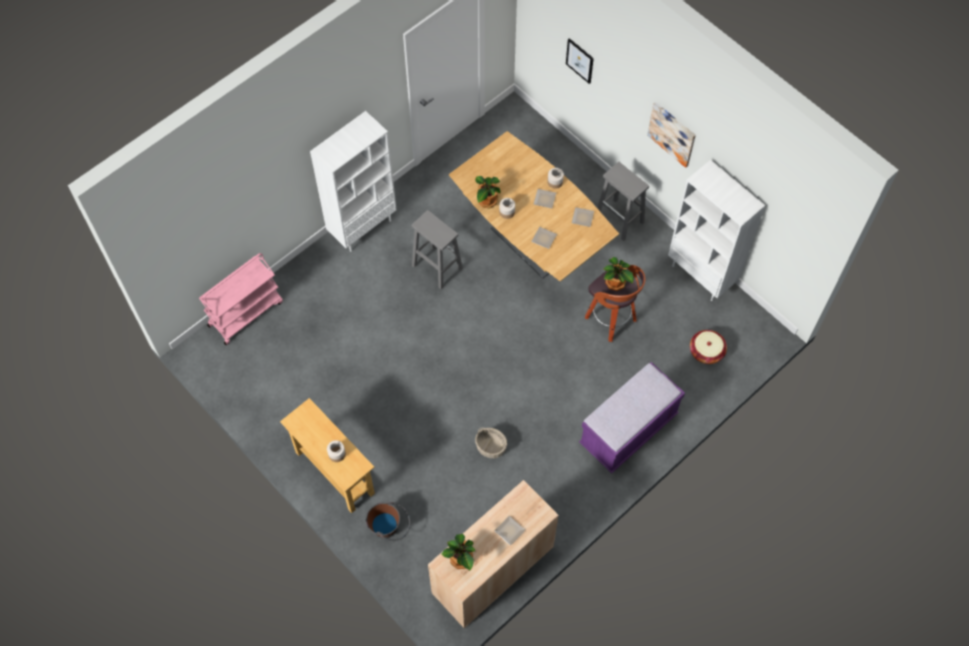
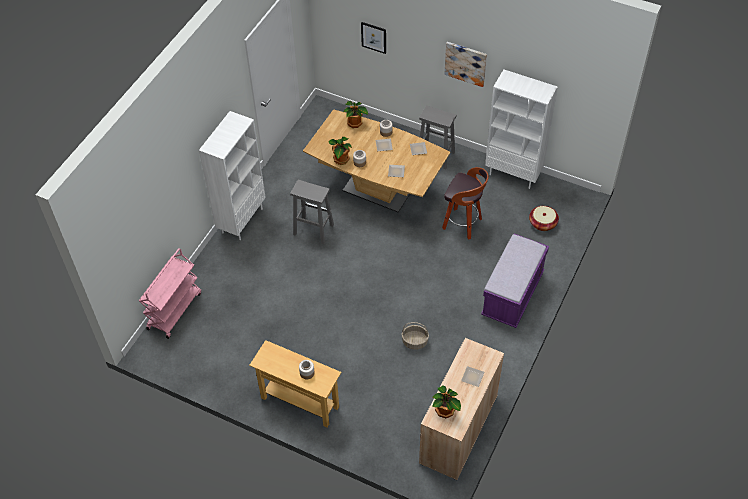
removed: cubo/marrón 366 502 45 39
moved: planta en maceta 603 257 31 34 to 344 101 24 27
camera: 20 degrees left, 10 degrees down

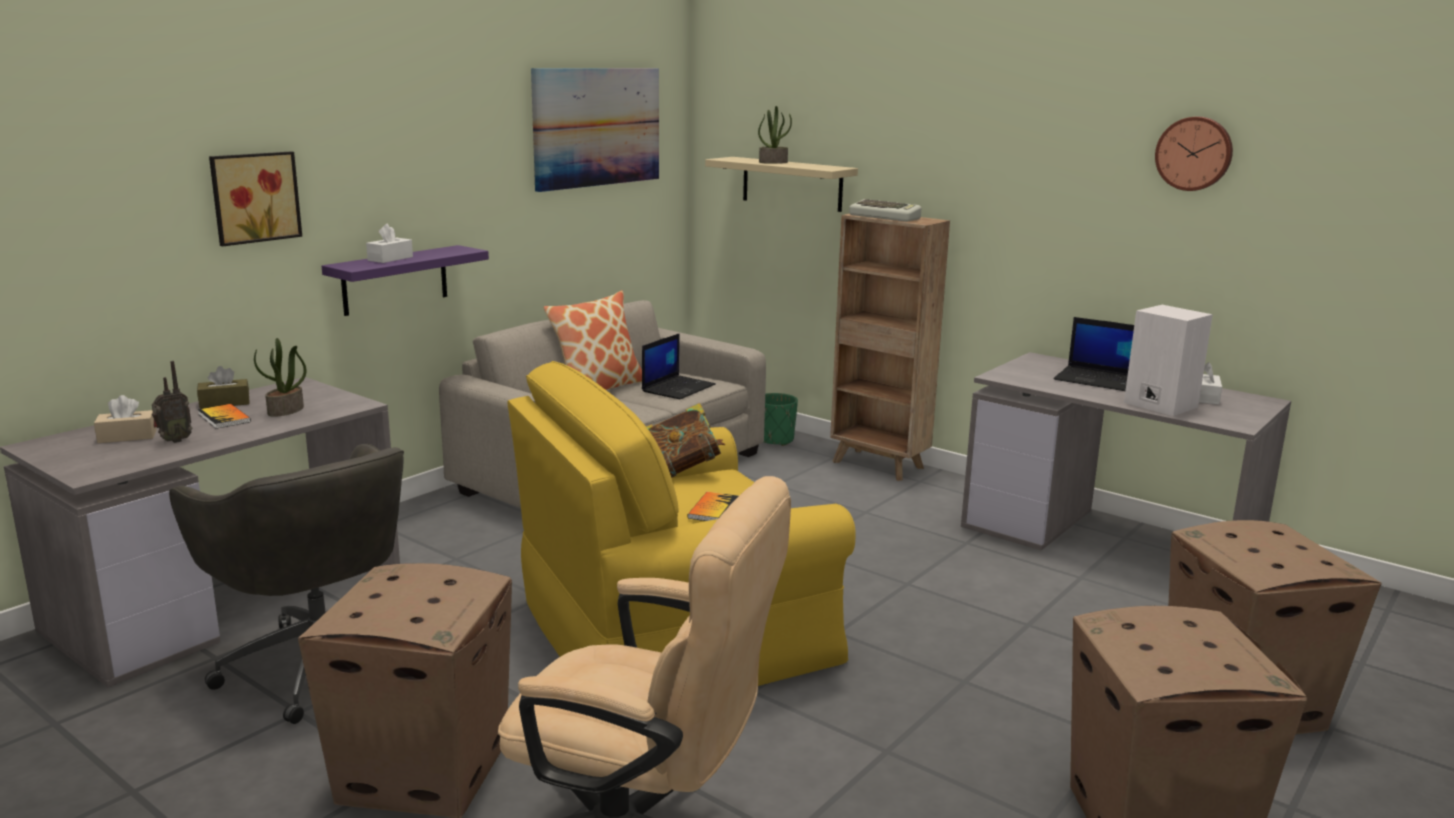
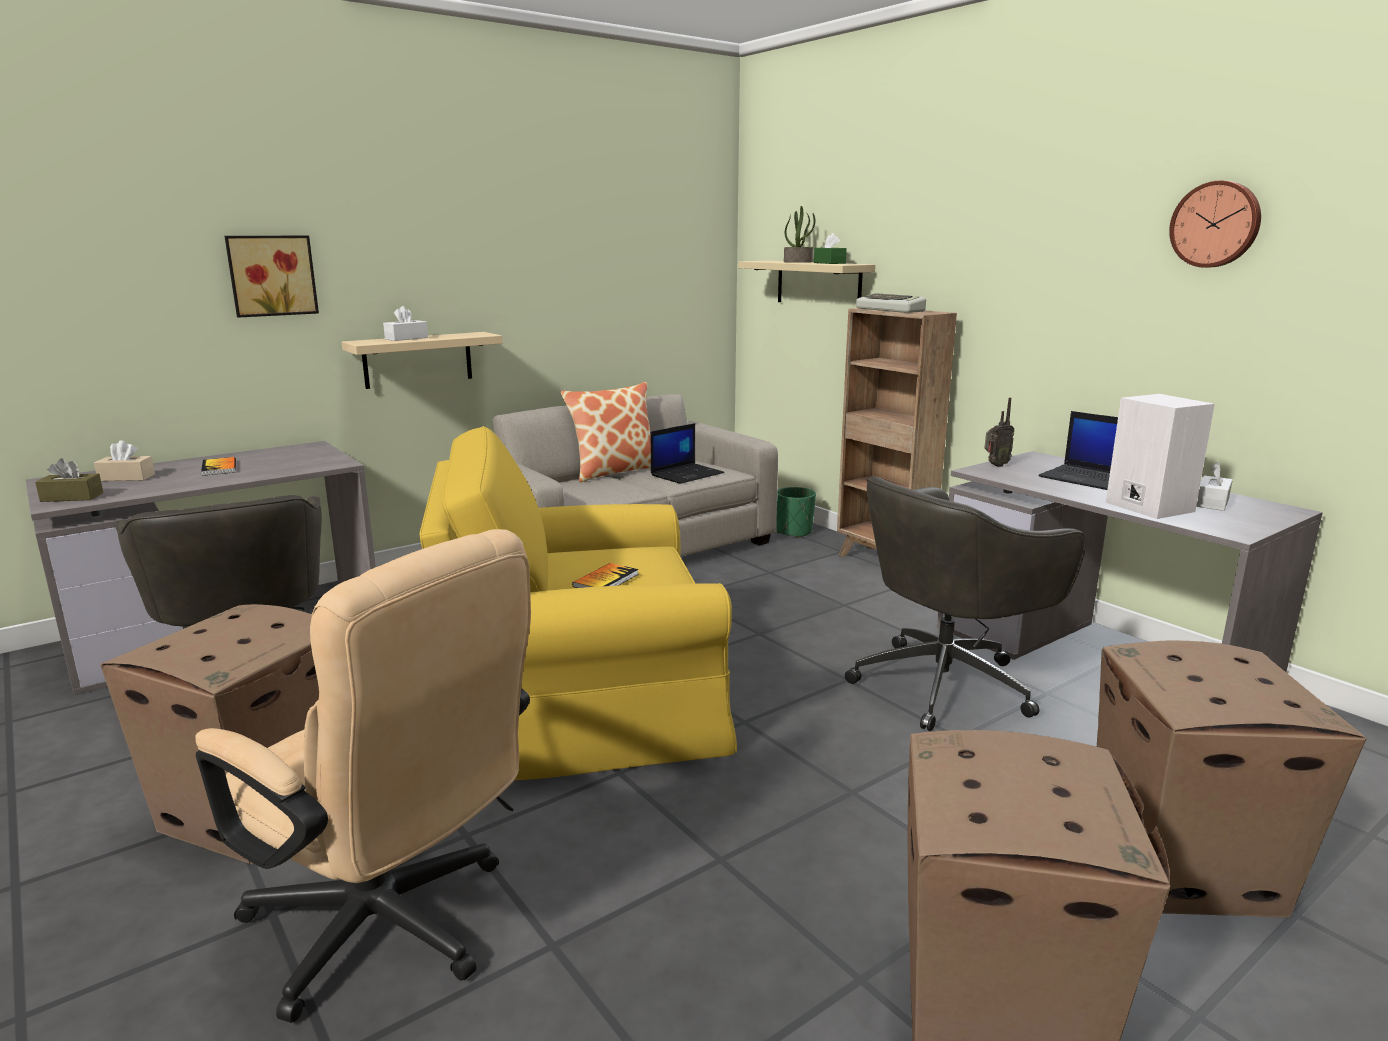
removed: planta en maceta 254 338 53 79; cuadro 531 68 128 124; libro 646 403 80 75
added: caja de pañuelos/verde 814 233 33 31; silla de oficina/gris 845 477 241 254
moved: radio 152 361 41 82 to 985 398 29 69; caja de pañuelos/marrón 197 366 52 43 to 35 458 68 44
recoloured: estante/morado 322 245 167 71 to estante/beis 342 332 161 57
camera: 15 degrees right, 0 degrees up

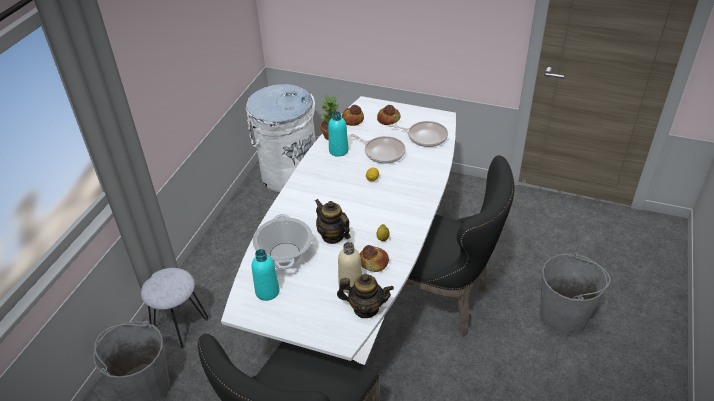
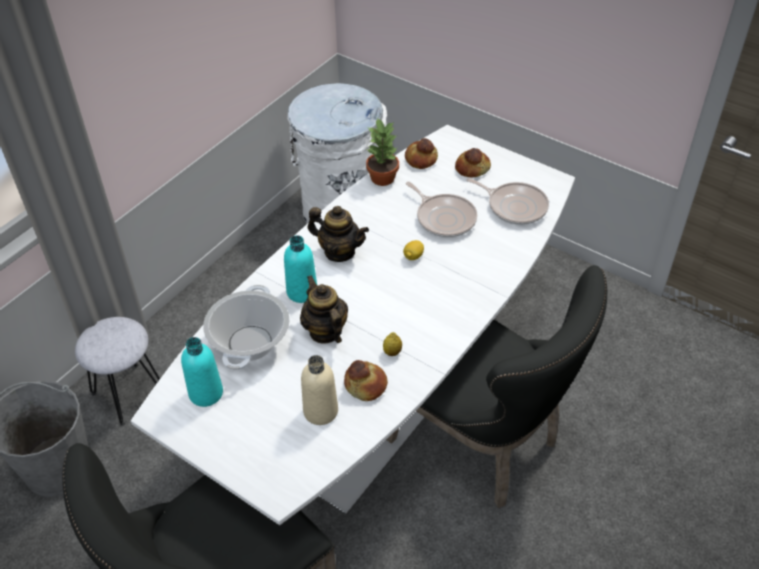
removed: cubo/gris 540 252 71 84
moved: botella/turquesa 328 111 21 46 to 284 235 33 68; tetera 337 274 57 44 to 307 206 62 56
camera: 15 degrees right, 5 degrees up

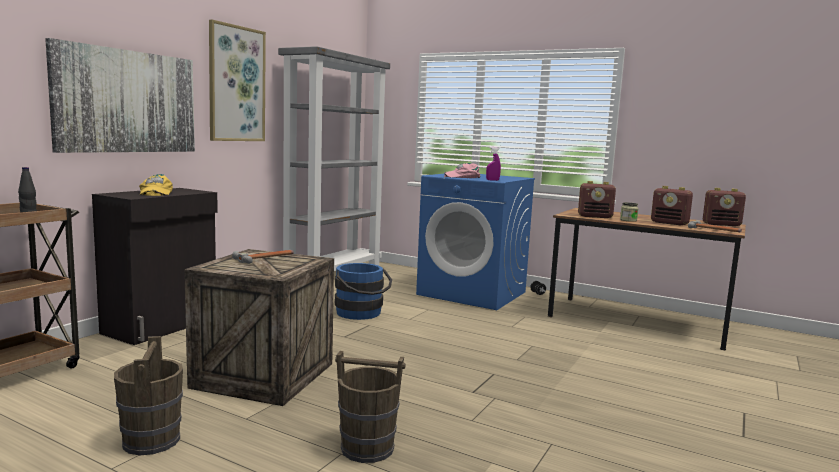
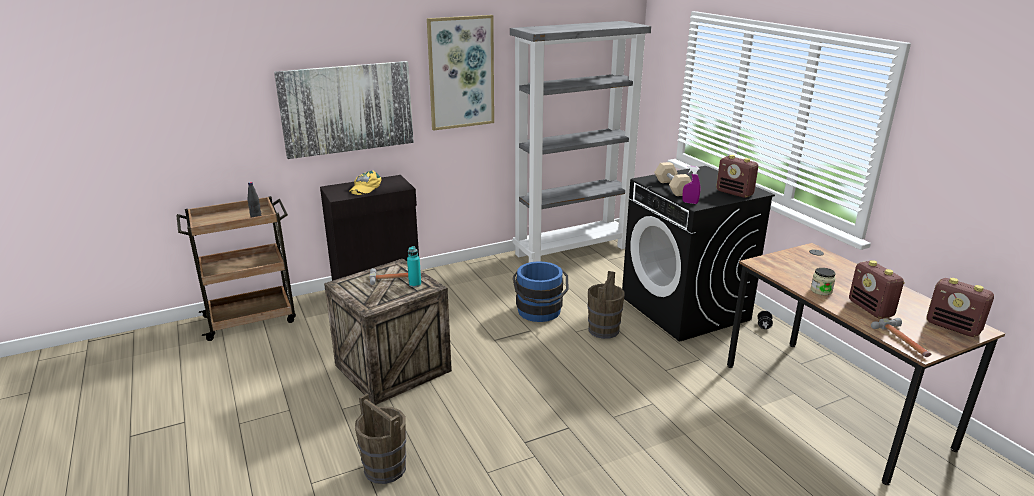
added: botella/turquesa 407 246 14 41
moved: cubo/marrón 114 336 69 119 to 588 271 37 68; radio 578 181 38 37 to 716 155 42 43
replaced: gorra/rosa 444 163 36 15 to mancuerna/beis 654 162 37 34
recoloured: lavadora/azul 416 174 119 136 to lavadora/negro 622 166 153 176
camera: 35 degrees right, 15 degrees up

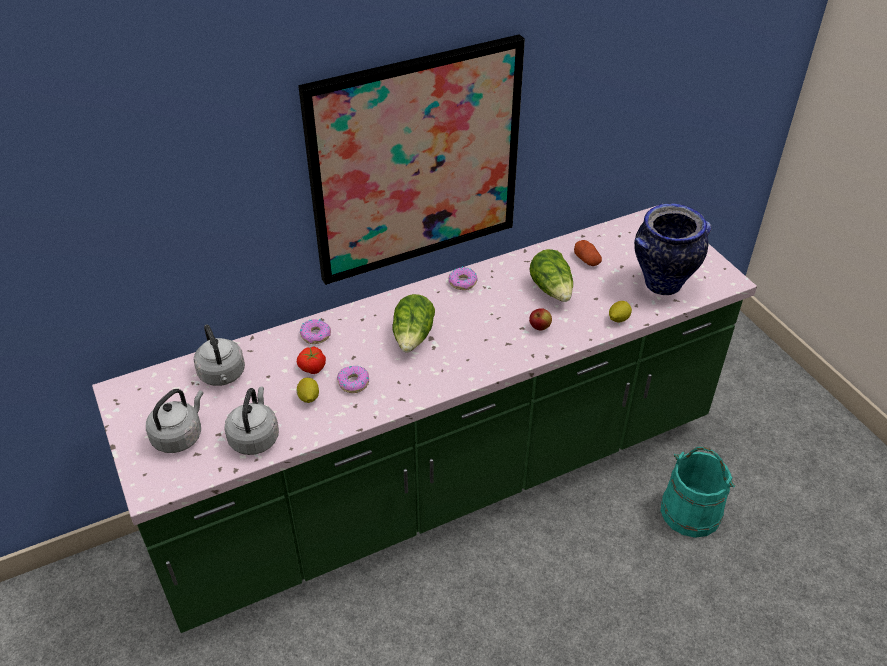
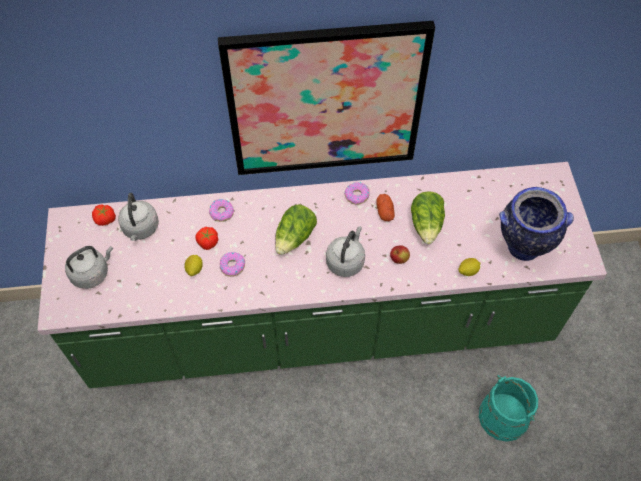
added: tomate 92 204 24 22
moved: hervidor/gris 224 387 55 68 to 326 226 39 51; patata 574 240 28 26 to 376 194 19 27
camera: 20 degrees right, 15 degrees up

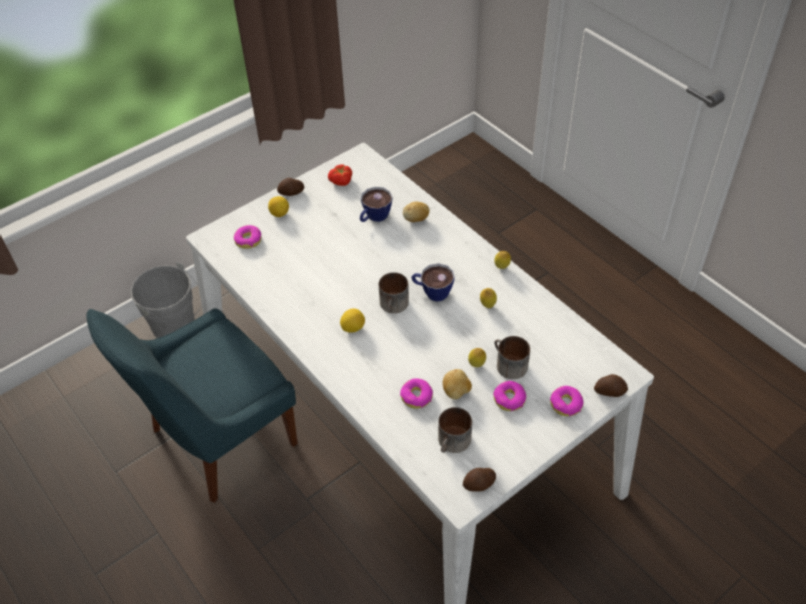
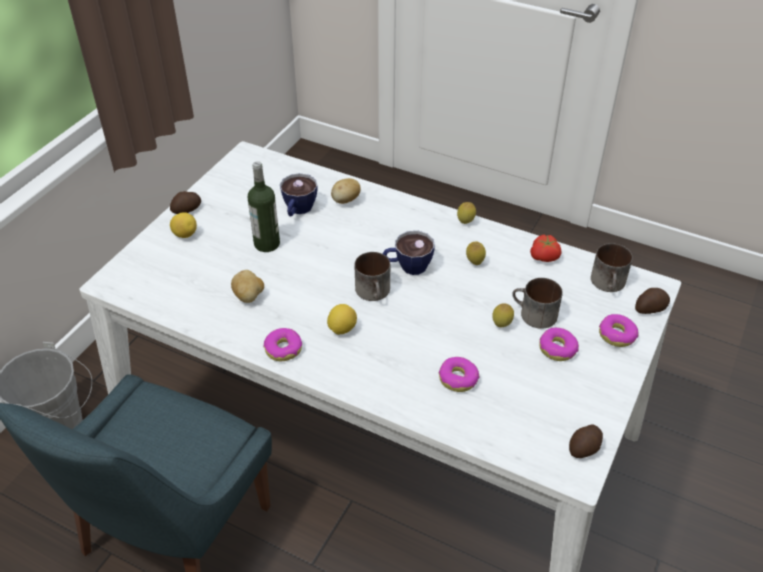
added: botella 248 161 32 91
moved: rosquilla 234 225 27 24 to 264 328 38 33; tomate 328 164 24 22 to 530 235 31 27; taza grande 438 407 34 46 to 591 243 42 49; patata 443 369 29 30 to 231 270 33 33
camera: 25 degrees left, 5 degrees down

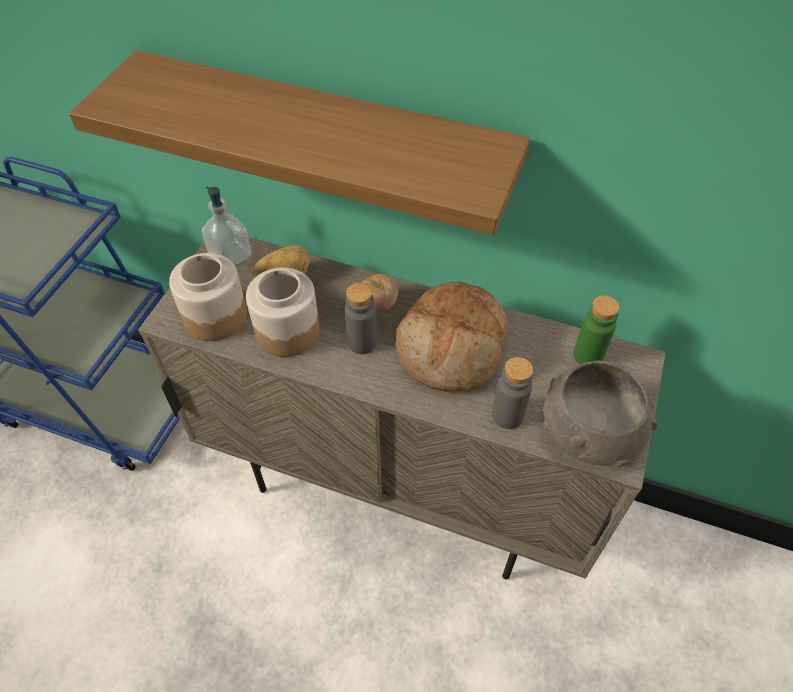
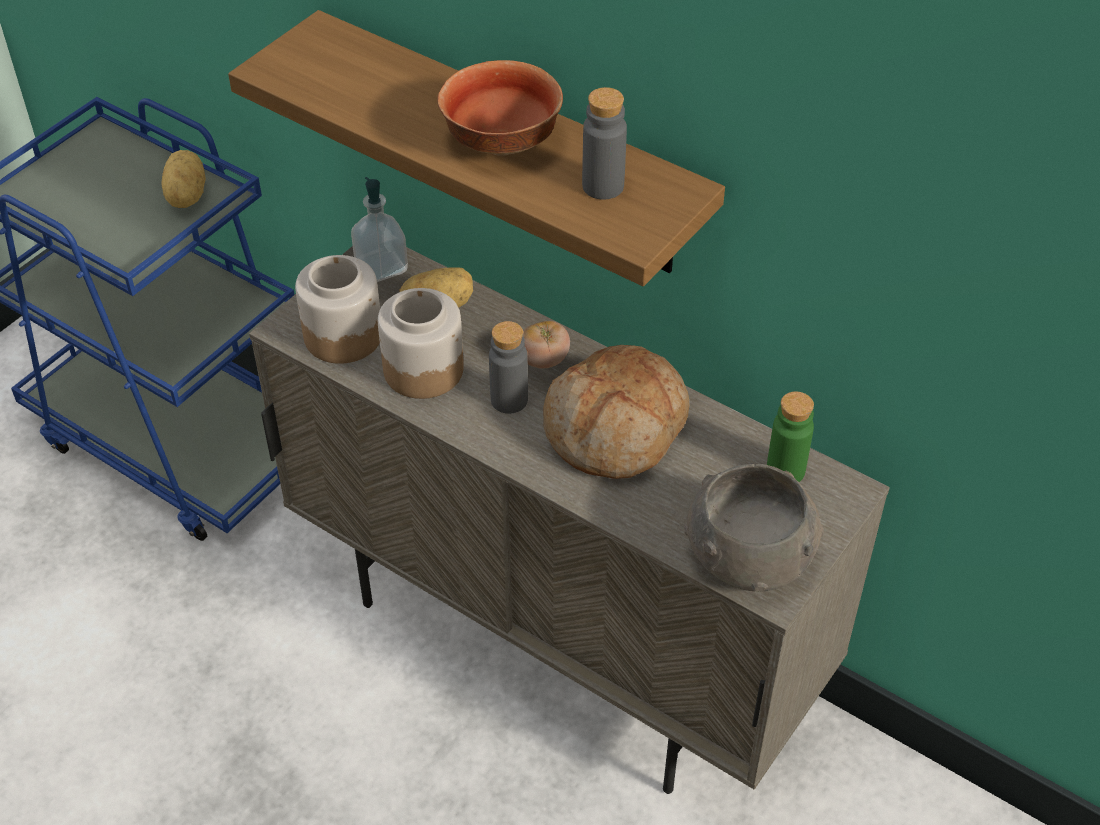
added: patata 161 150 45 58; cuenco 437 60 126 96
moved: botella/gris 492 357 41 72 to 582 87 45 113
camera: 15 degrees right, 5 degrees down

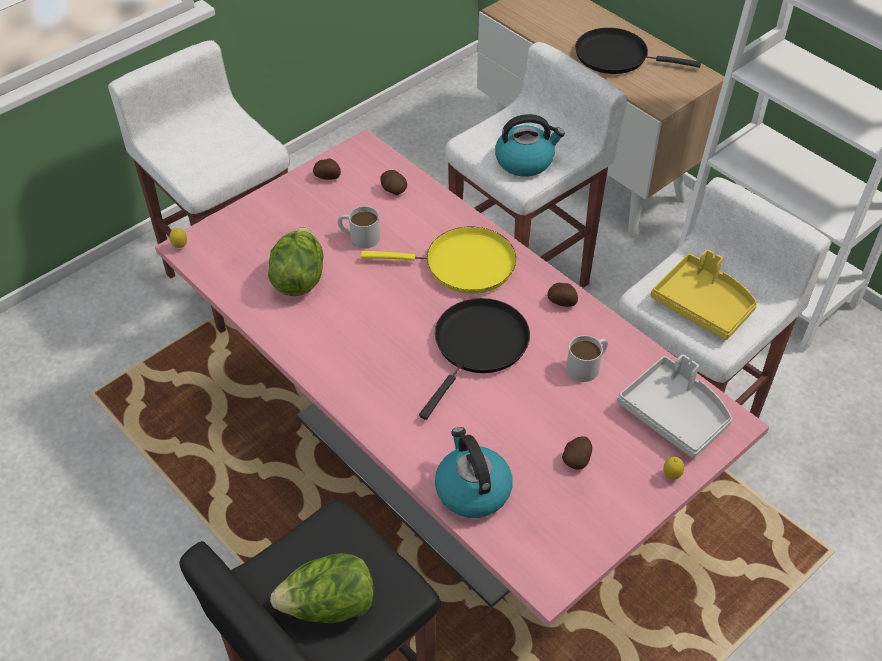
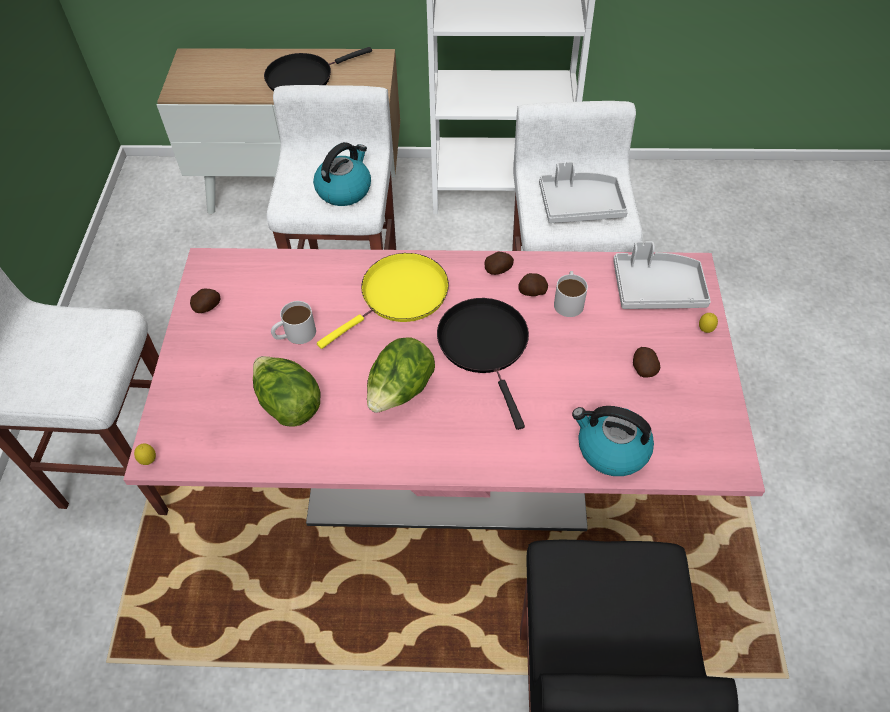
moved: lechuga 270 553 103 71 to 367 337 68 76; patata 380 170 27 25 to 519 273 29 23
recoloured: bandeja/amarillo 650 250 107 90 to bandeja/gris 539 161 89 62
camera: 45 degrees left, 5 degrees up

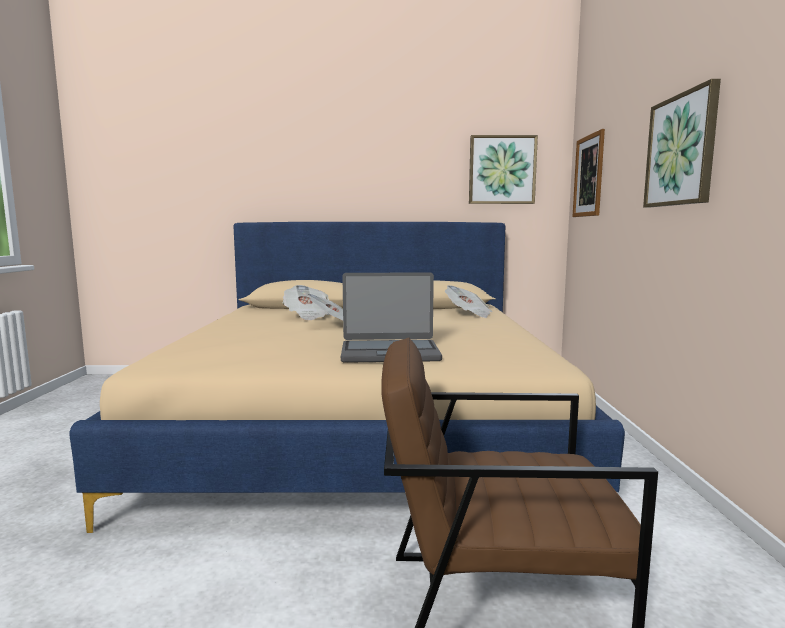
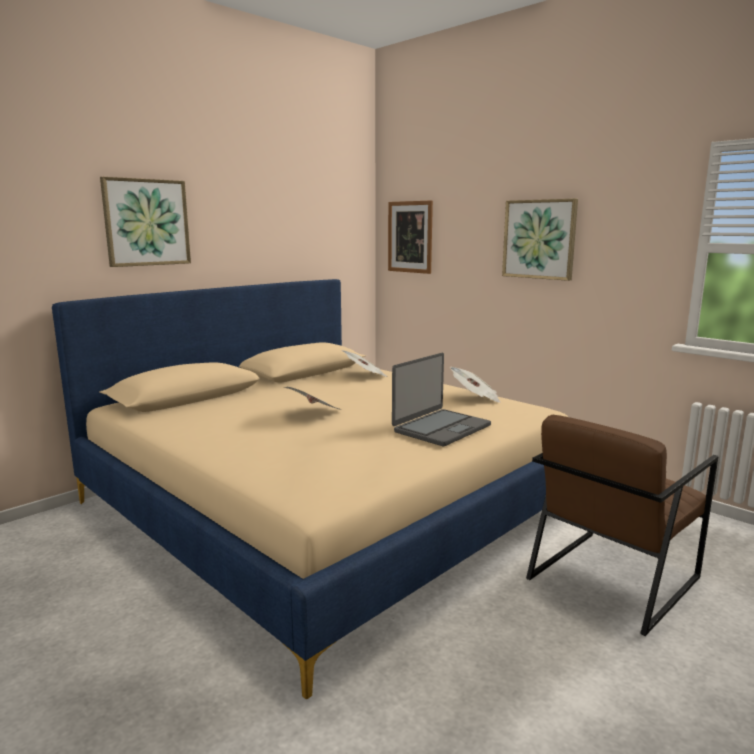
moved: periódico 282 285 47 35 to 450 367 51 36; cuadro 469 135 69 69 to 100 177 91 90
camera: 45 degrees left, 5 degrees up

